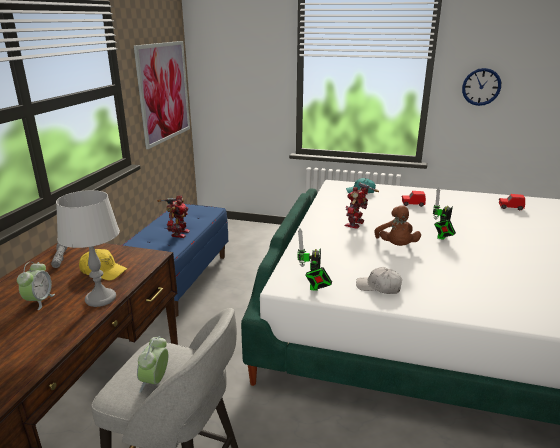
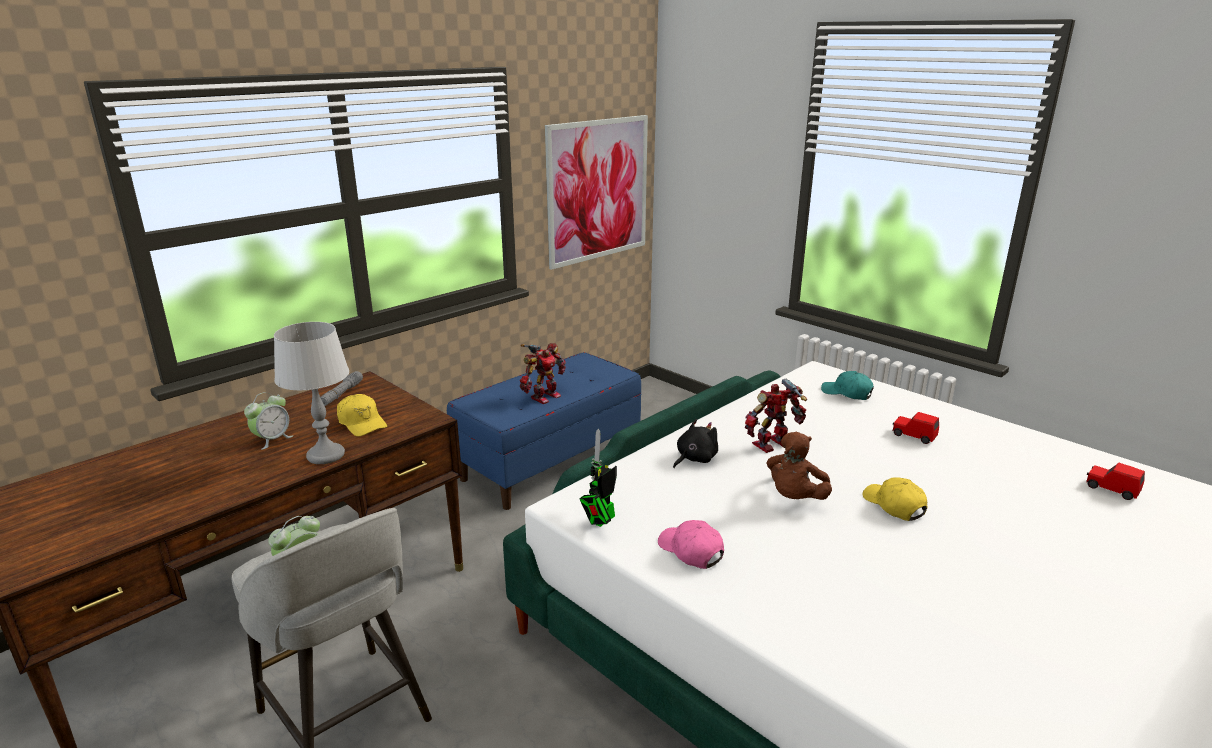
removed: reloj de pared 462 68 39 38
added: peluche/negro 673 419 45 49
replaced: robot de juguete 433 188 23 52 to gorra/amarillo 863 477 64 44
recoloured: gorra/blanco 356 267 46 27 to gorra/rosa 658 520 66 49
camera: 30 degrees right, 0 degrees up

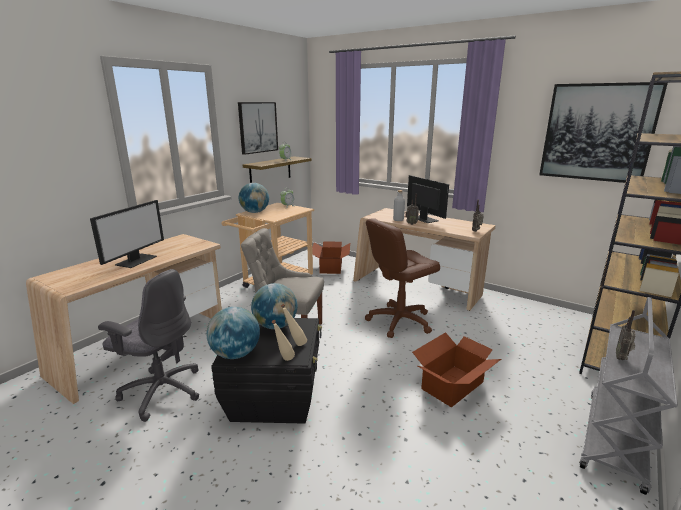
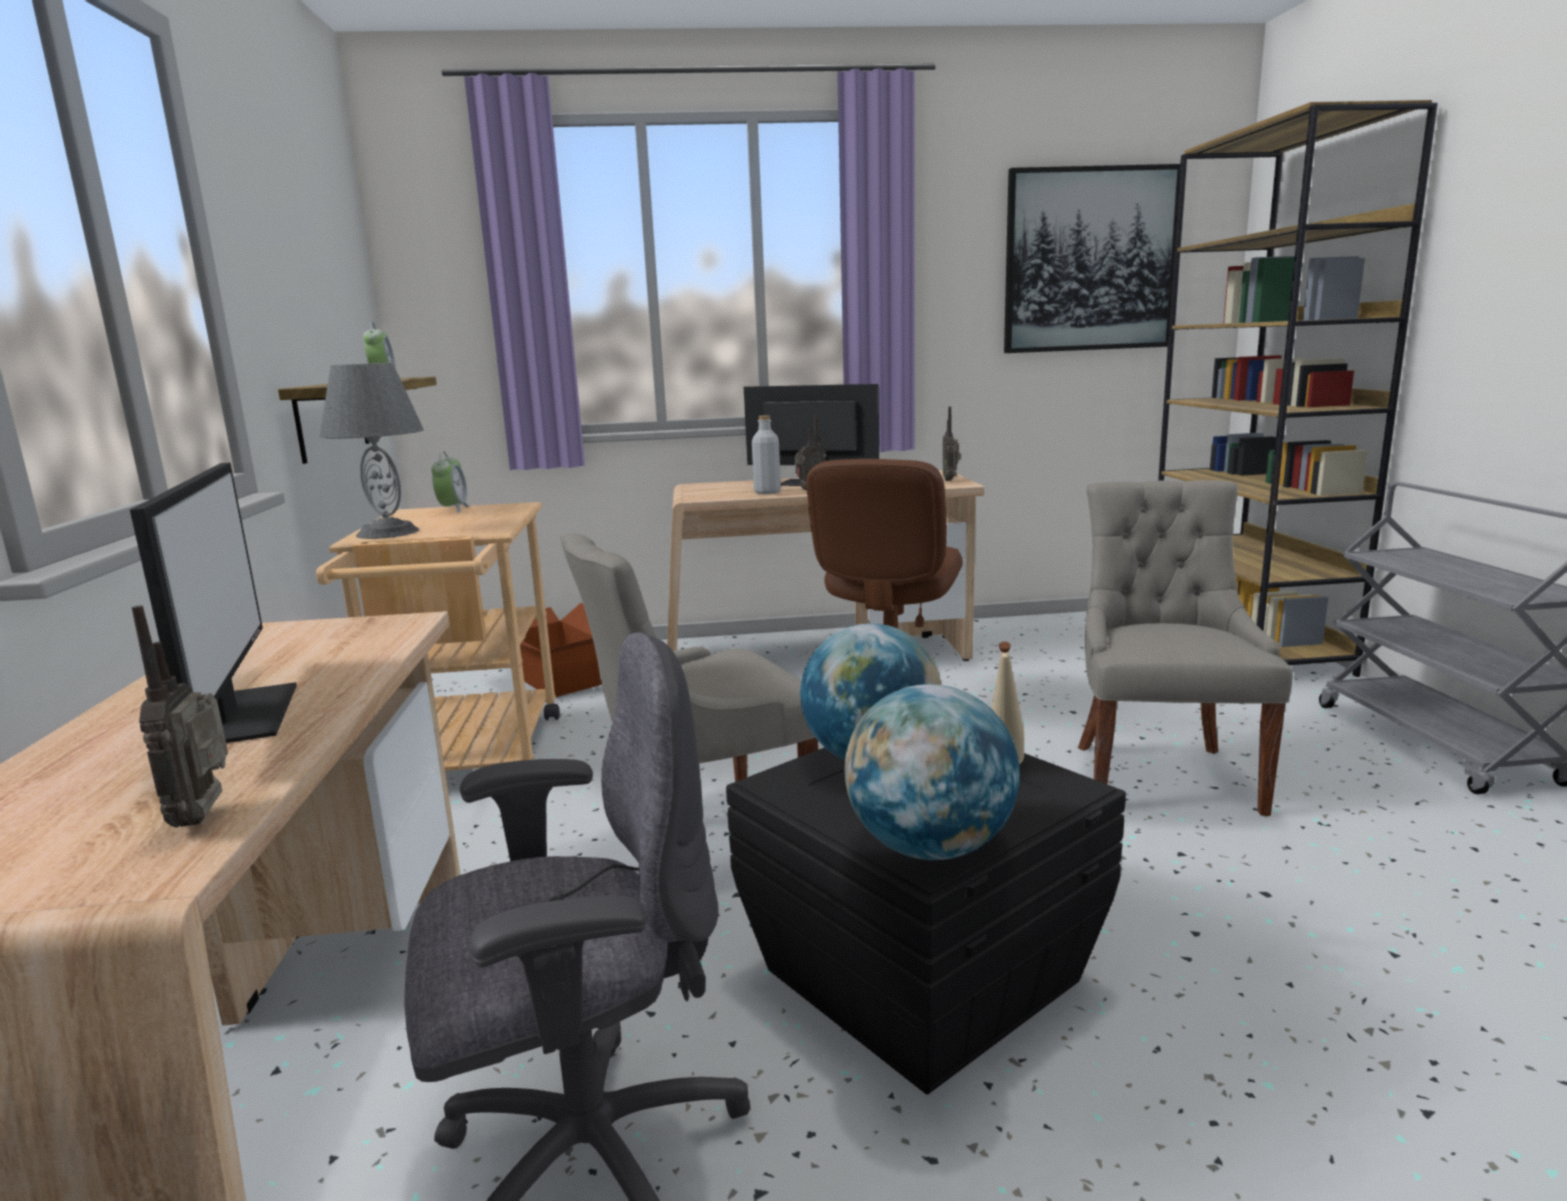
removed: cuadro 238 102 40 53; botella/beis 272 320 23 41
moved: radio 616 310 20 50 to 132 606 96 221
replaced: globo terráqueo 239 183 30 30 to lámpara de mesa/gris 319 363 105 176; caja de cartón 412 332 89 76 to silla/gris 1078 480 215 336
camera: 40 degrees left, 5 degrees down

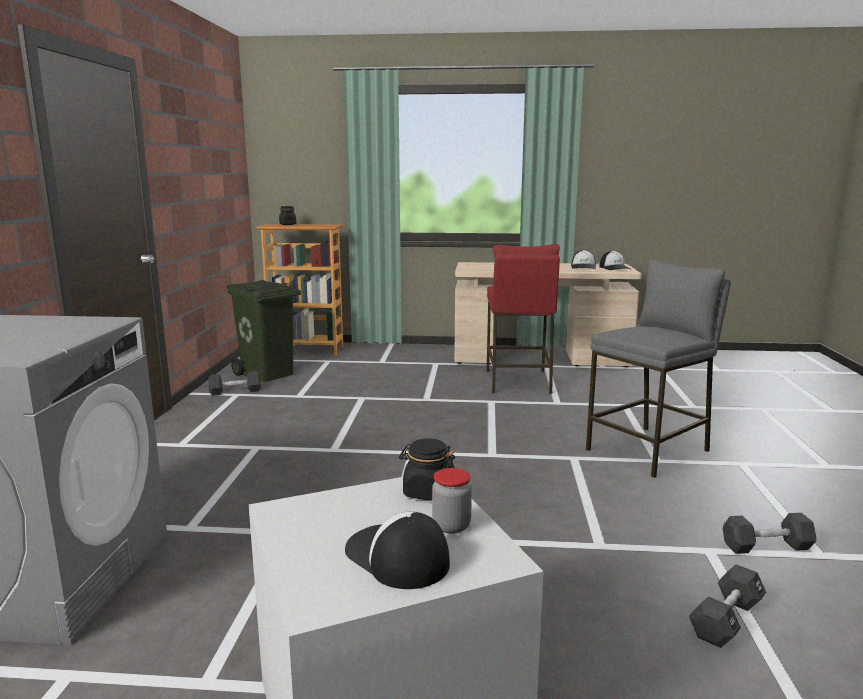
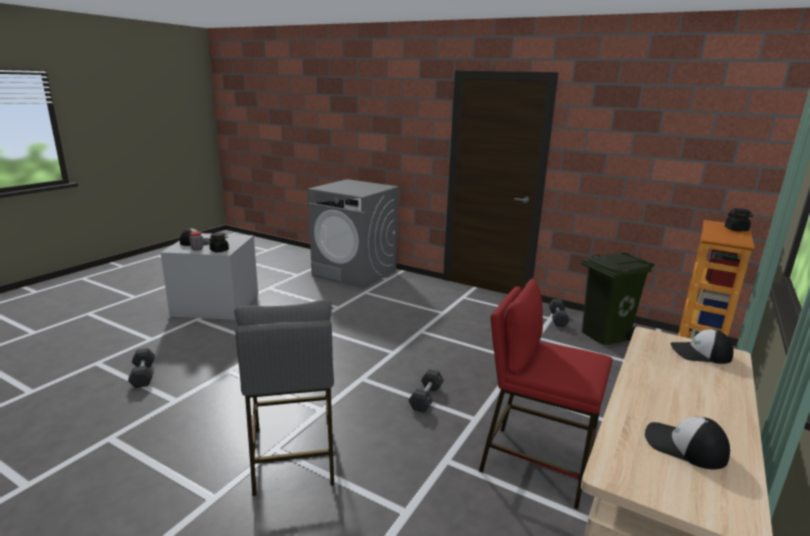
moved: gorra 599 251 32 19 to 670 329 64 35; mancuerna/negro 723 513 94 41 to 408 369 36 44
camera: 115 degrees right, 5 degrees up

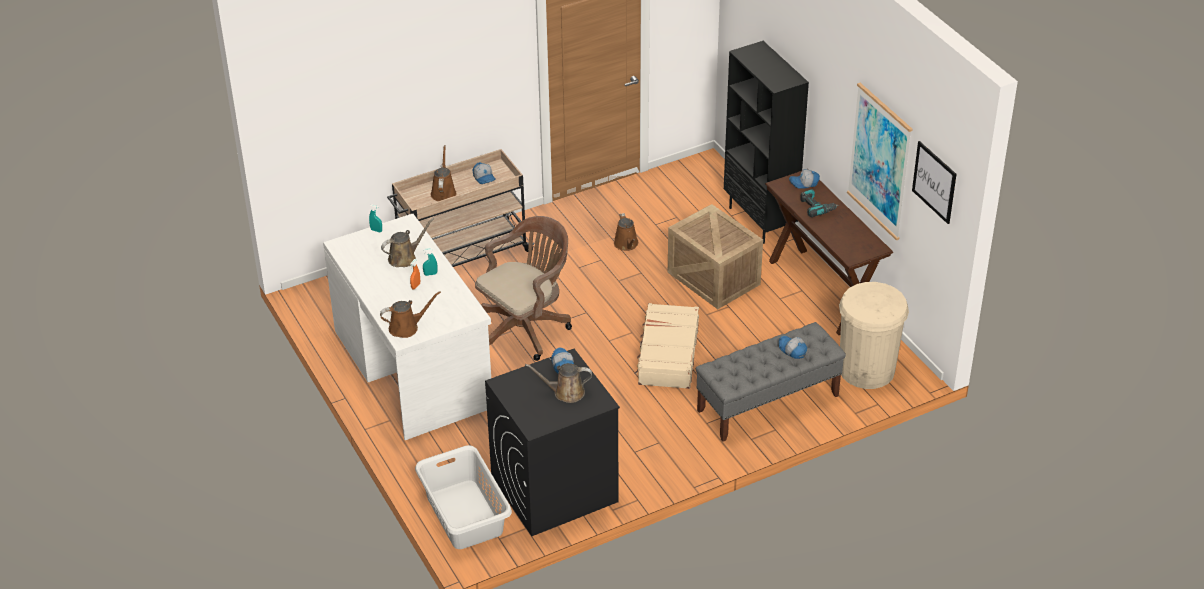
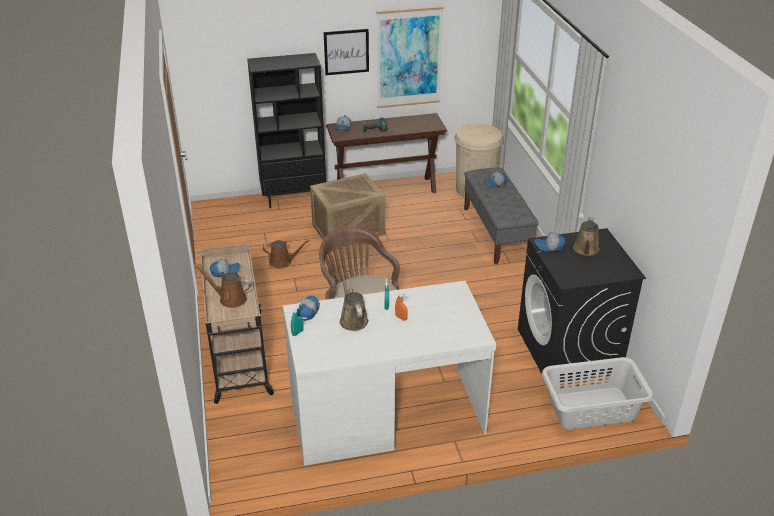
removed: regadera/marrón 380 291 61 47; maleta/beis 634 303 65 86
added: gorra 297 295 23 26
moved: cuadro 912 141 45 83 to 324 29 45 46
camera: 75 degrees left, 5 degrees down

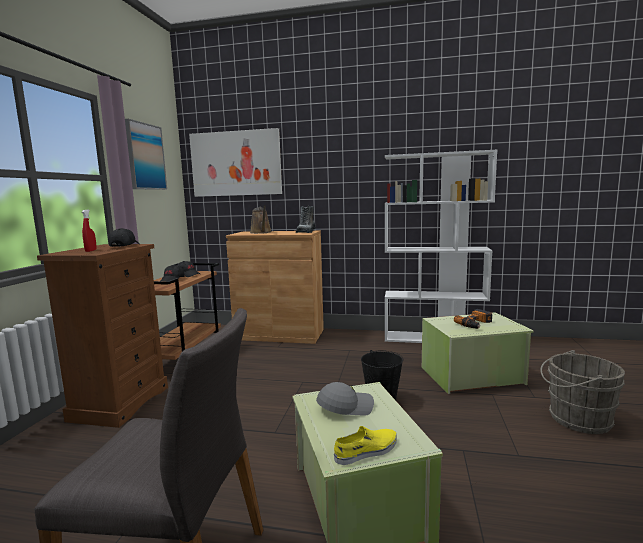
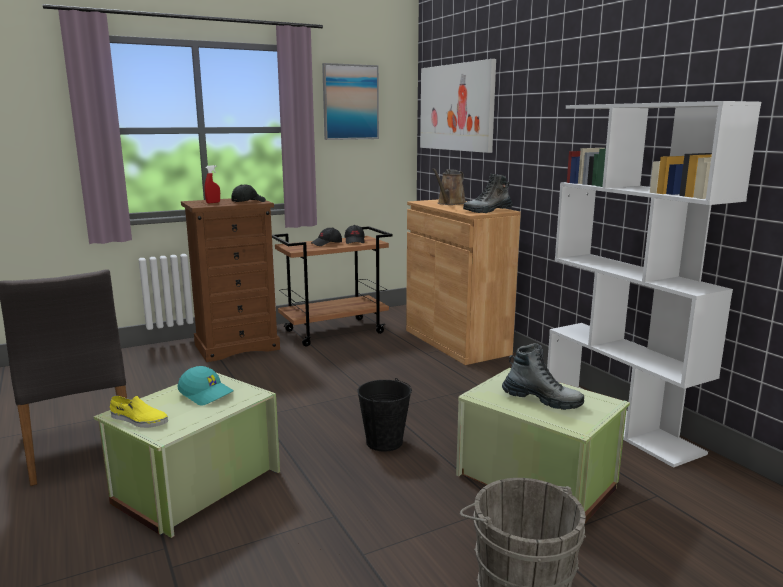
replaced: taladro 454 309 38 20 to bota 502 343 82 67
recoloured: gorra/gris 316 382 58 34 to gorra/turquesa 177 366 57 40
camera: 50 degrees right, 5 degrees up

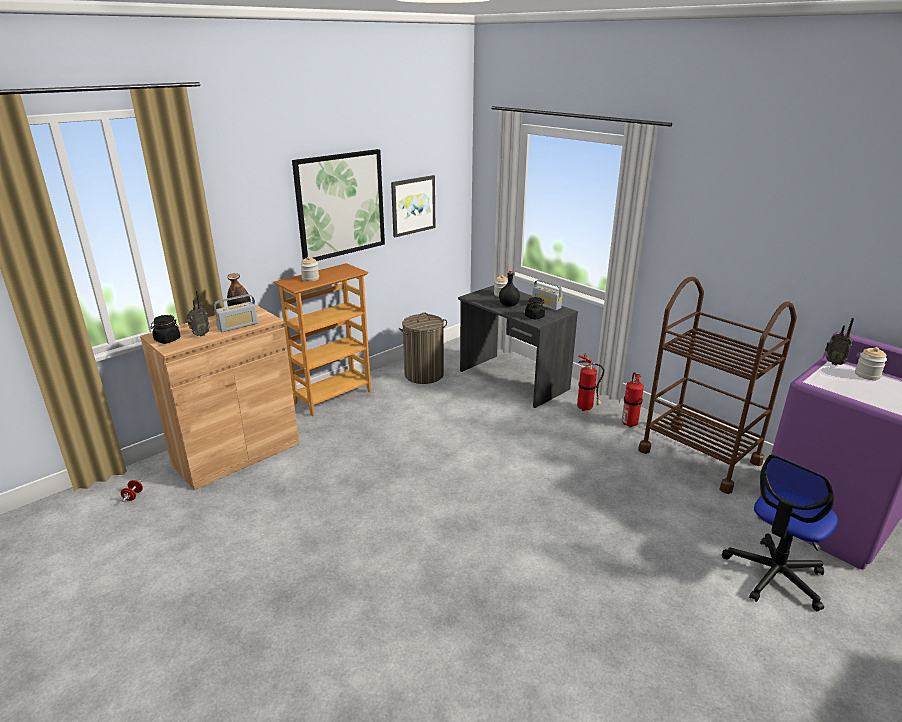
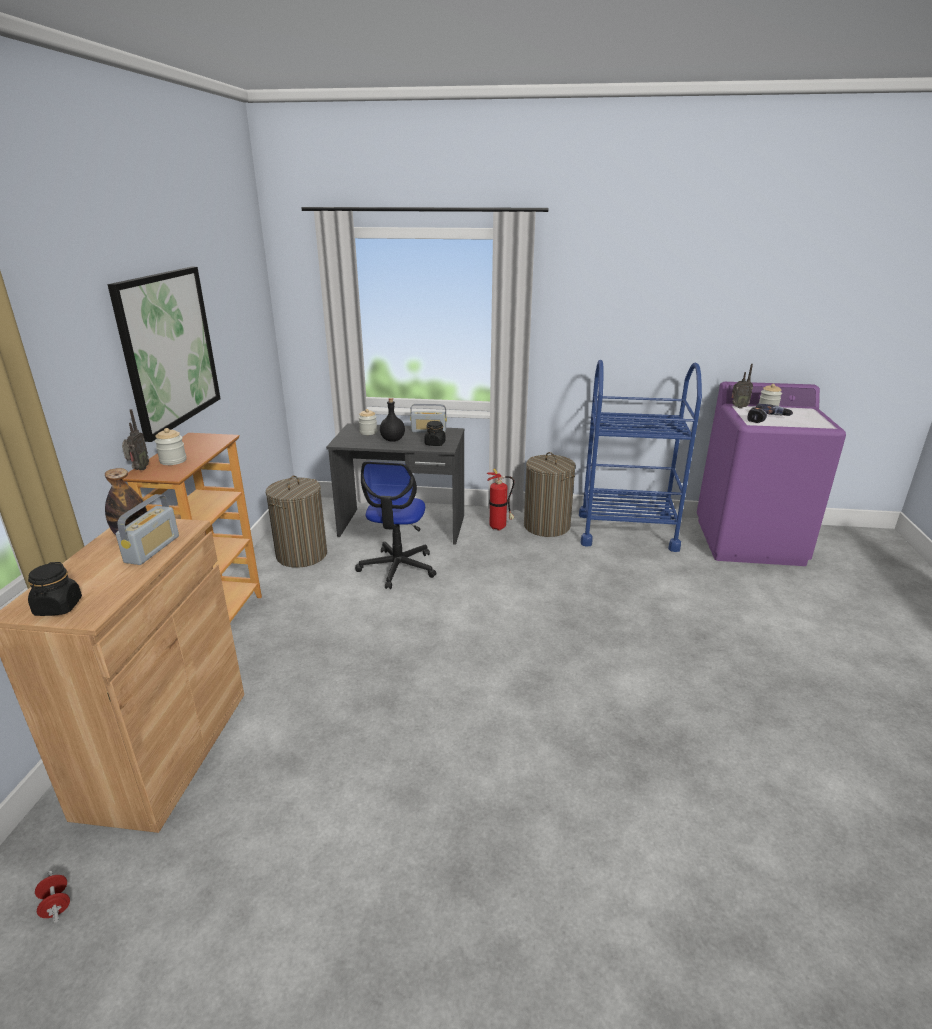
removed: cuadro 391 175 44 62
added: taladro 747 403 46 20
moved: radio 186 290 24 46 to 122 409 27 61; silla de oficina 722 454 116 158 to 355 461 82 128
replaced: extintor 622 372 22 55 to cesto de la ropa 524 452 52 85
recoloured: carrito/marrón 638 277 159 217 to carrito/azul 579 360 123 192
camera: 40 degrees left, 0 degrees up

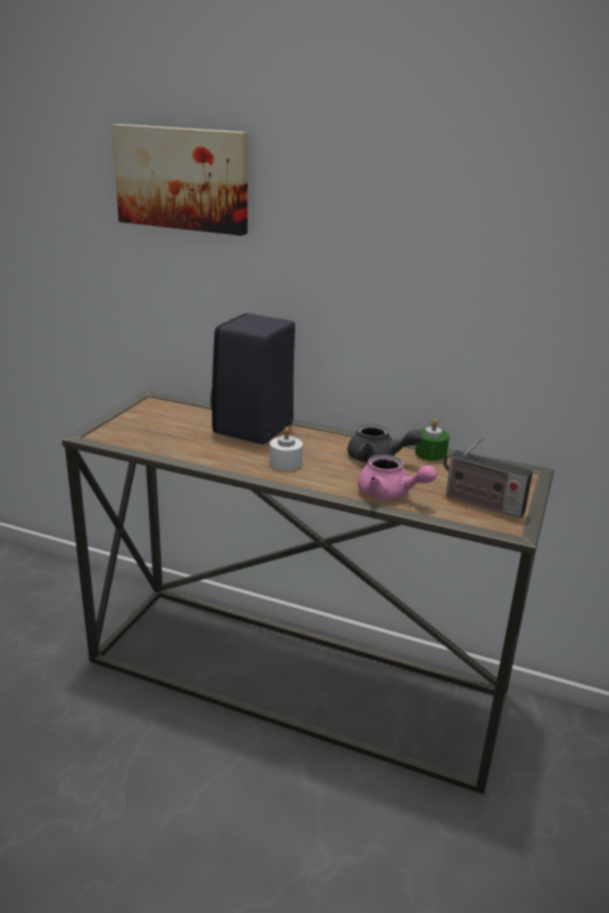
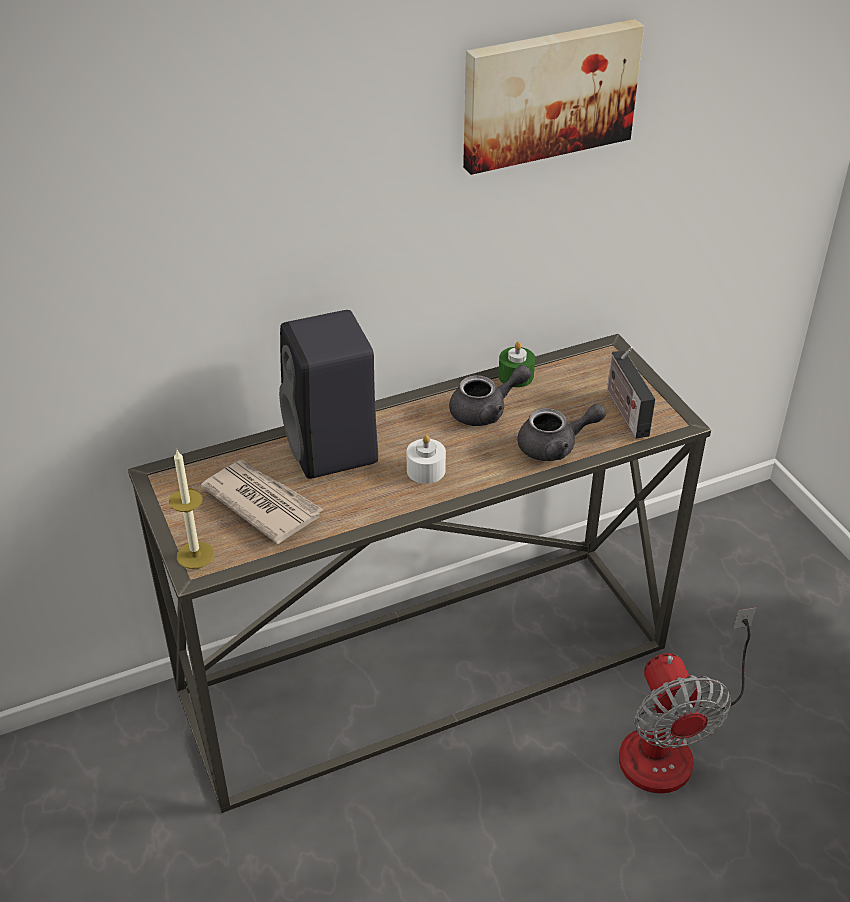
added: vela 169 450 45 119; periódico 201 460 123 84; ventilador 619 607 137 187
moved: cuadro 112 124 136 112 to 463 19 181 156
recoloured: tetera/rosa 358 454 79 45 to tetera/gris 517 403 89 58
turned: radio 443 436 90 82 = 607 346 48 93 90 degrees clockwise
camera: 45 degrees left, 15 degrees up

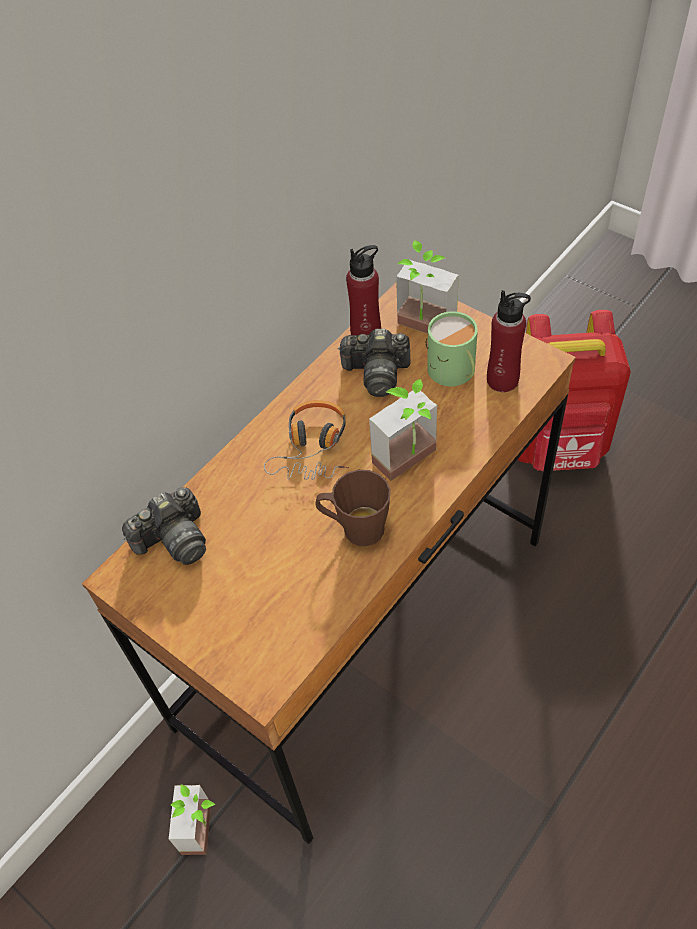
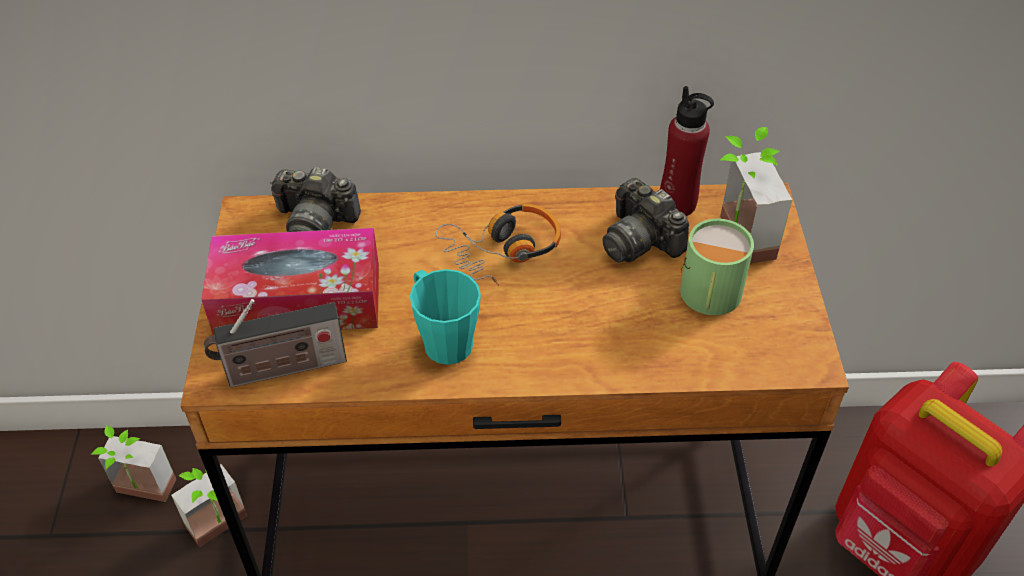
removed: botella/rojo 487 290 44 102
added: caja de pañuelos 201 228 178 107; radio 204 299 143 88
moved: planta en maceta 369 379 68 102 to 91 425 86 77
recoloured: taza grande/marrón 315 470 76 76 to taza grande/turquesa 410 269 71 96
camera: 45 degrees right, 5 degrees down

